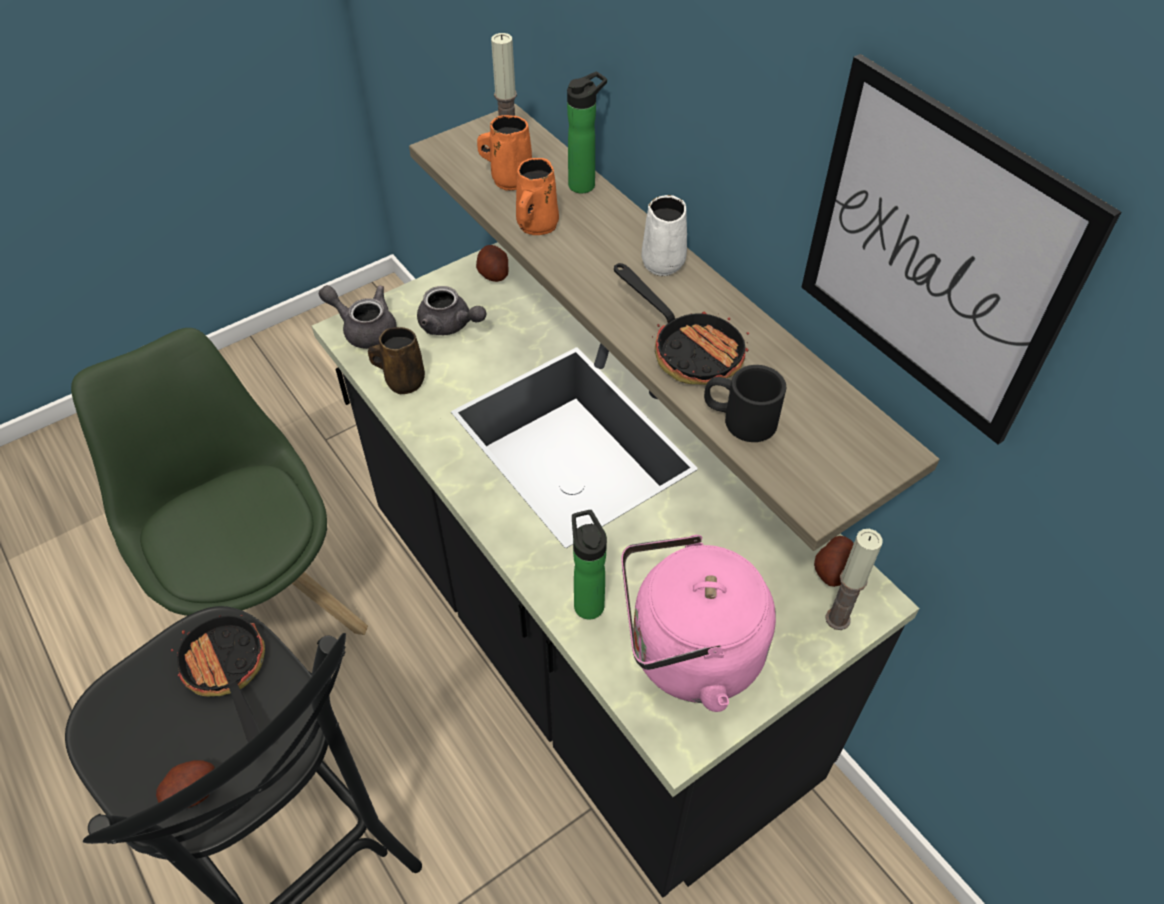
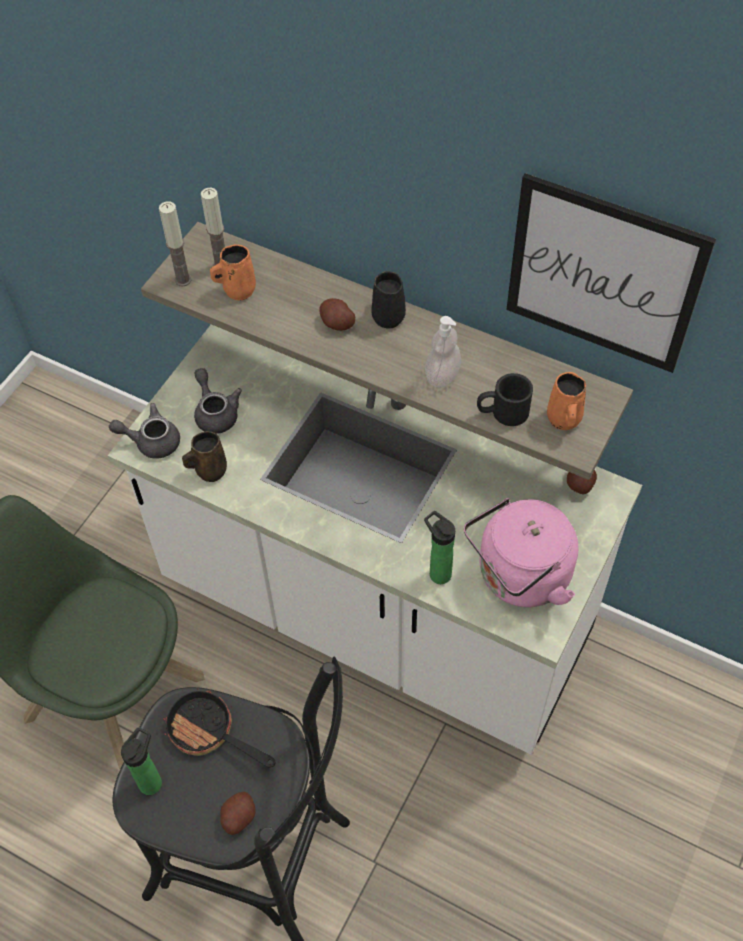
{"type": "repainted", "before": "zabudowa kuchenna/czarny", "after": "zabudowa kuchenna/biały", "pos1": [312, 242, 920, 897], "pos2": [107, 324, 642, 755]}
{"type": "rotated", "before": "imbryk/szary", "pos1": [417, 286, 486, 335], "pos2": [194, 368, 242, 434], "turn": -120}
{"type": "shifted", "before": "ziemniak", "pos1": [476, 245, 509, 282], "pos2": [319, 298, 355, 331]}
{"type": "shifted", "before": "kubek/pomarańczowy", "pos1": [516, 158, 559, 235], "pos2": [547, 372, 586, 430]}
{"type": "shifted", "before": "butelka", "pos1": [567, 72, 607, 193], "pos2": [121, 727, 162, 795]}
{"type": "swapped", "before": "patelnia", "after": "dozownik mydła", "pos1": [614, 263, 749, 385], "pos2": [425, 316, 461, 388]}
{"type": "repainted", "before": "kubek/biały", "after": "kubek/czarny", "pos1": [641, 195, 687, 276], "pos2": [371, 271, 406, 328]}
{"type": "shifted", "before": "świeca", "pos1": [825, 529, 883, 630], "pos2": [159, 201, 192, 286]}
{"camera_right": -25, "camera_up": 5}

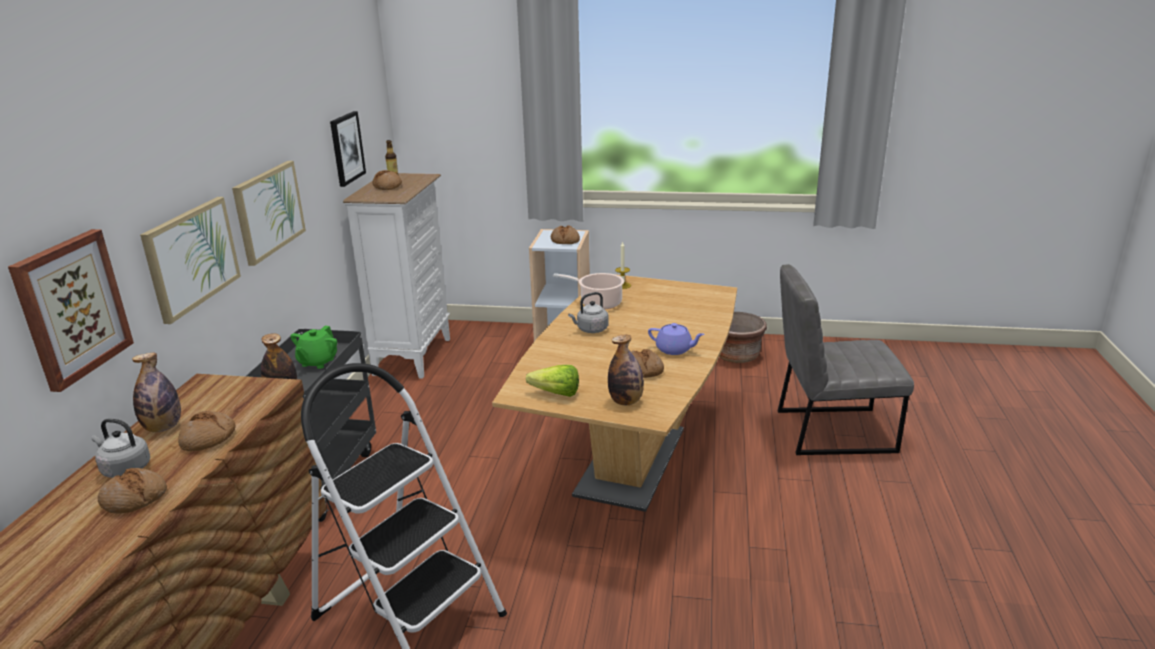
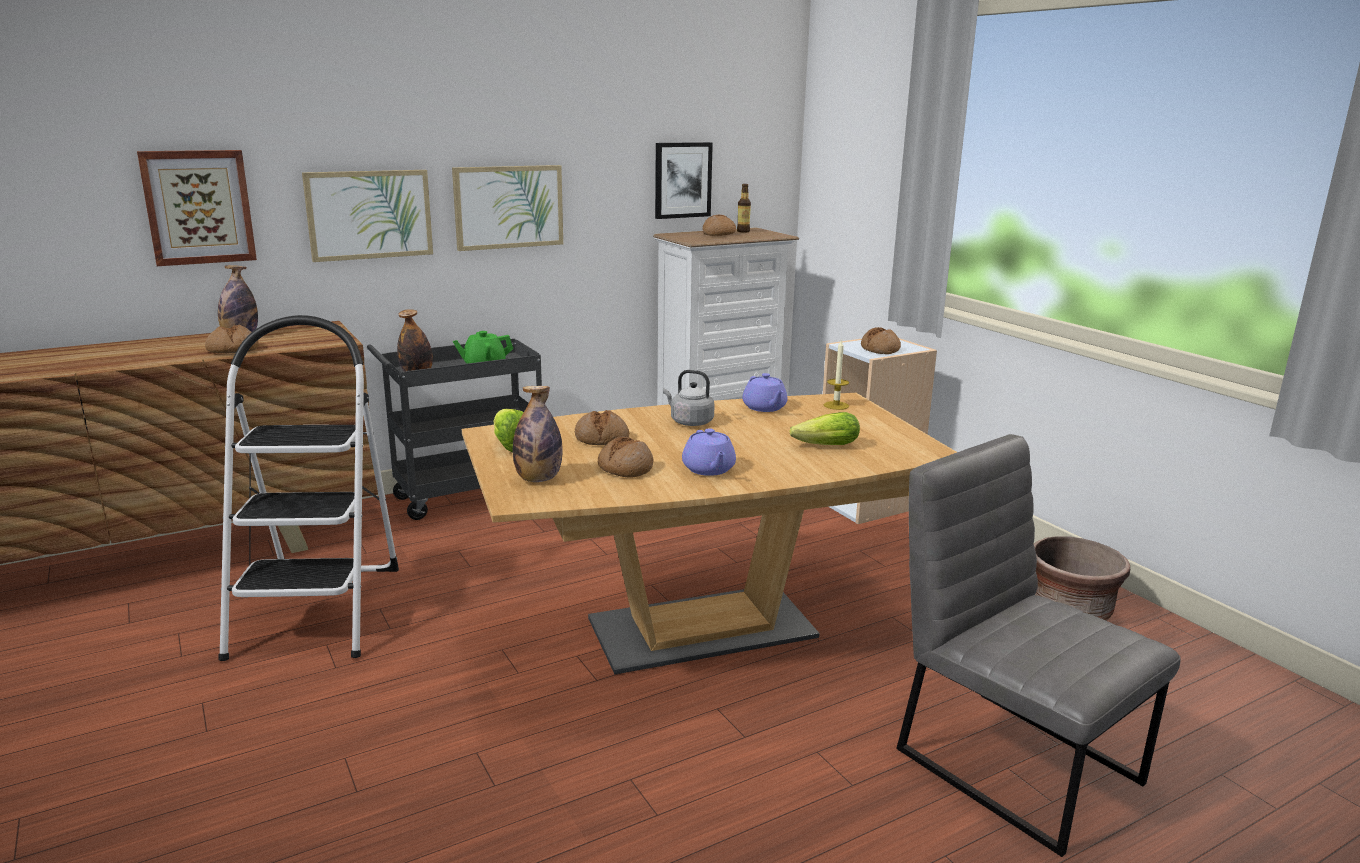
{"type": "gone", "before": "czajnik/szary", "pos1": [92, 418, 150, 478]}
{"type": "shifted", "before": "chleb", "pos1": [98, 468, 167, 513], "pos2": [574, 410, 629, 445]}
{"type": "swapped", "before": "garnek", "after": "imbryk/fioletowy", "pos1": [553, 273, 624, 309], "pos2": [742, 373, 788, 412]}
{"type": "new", "after": "sałata", "pos2": [790, 412, 860, 445]}
{"camera_right": 50, "camera_up": -5}

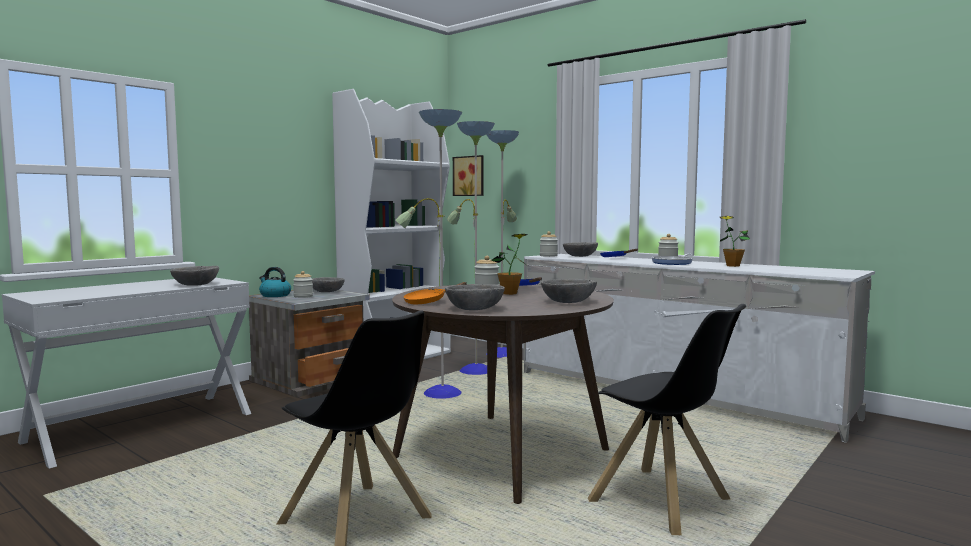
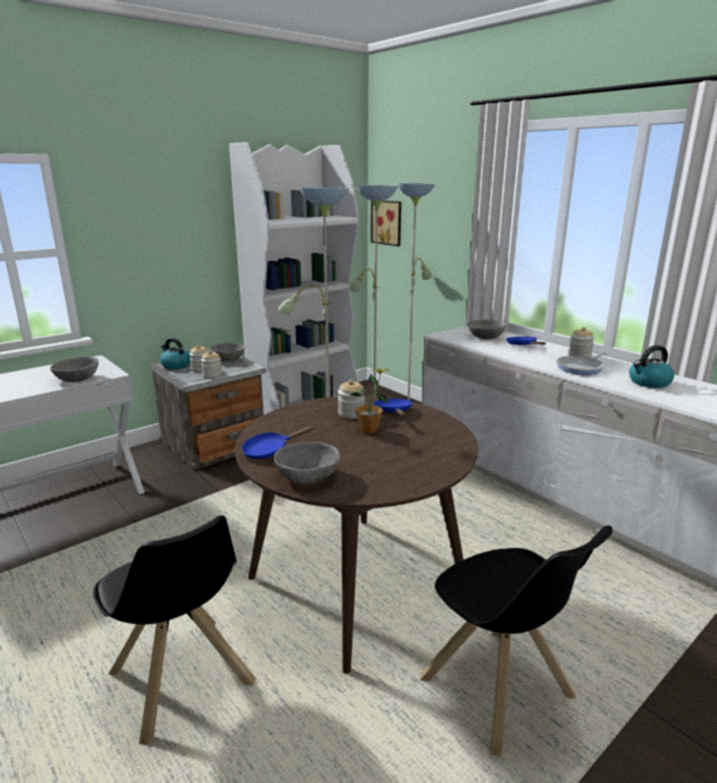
{"type": "repainted", "before": "patelnia/pomarańczowy", "after": "patelnia/niebieski", "pos1": [403, 282, 467, 304], "pos2": [241, 425, 316, 459]}
{"type": "shifted", "before": "słoik", "pos1": [540, 231, 558, 257], "pos2": [201, 350, 222, 379]}
{"type": "gone", "before": "miska/szary", "pos1": [541, 279, 597, 303]}
{"type": "swapped", "before": "roślina doniczkowa", "after": "czajnik", "pos1": [720, 216, 750, 267], "pos2": [629, 345, 674, 388]}
{"camera_right": 10, "camera_up": 15}

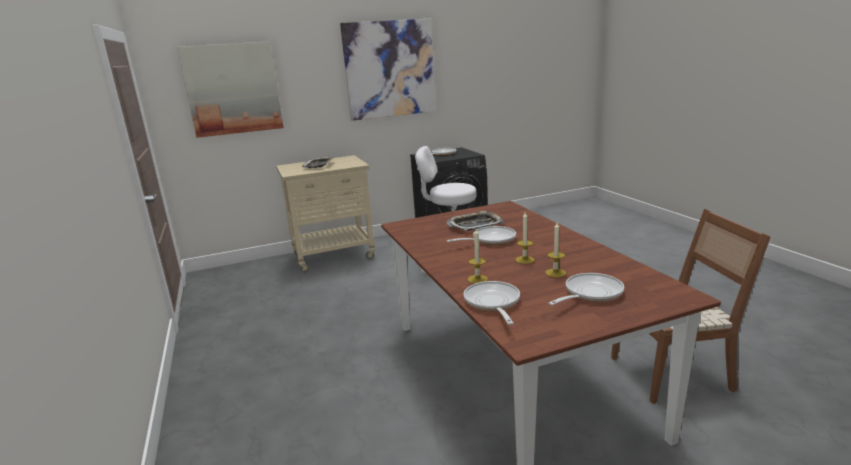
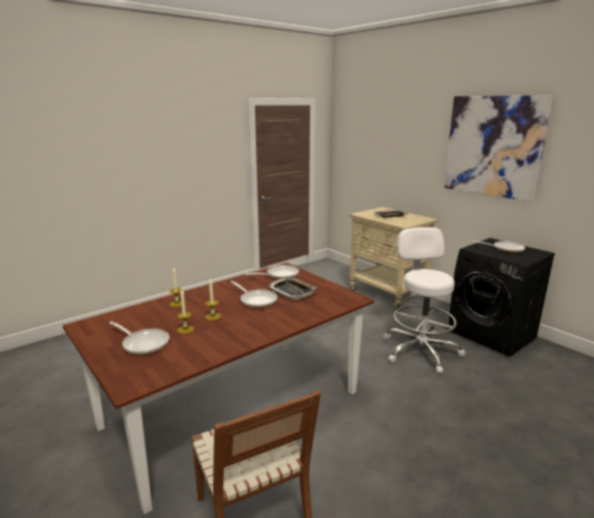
{"type": "gone", "before": "obraz", "pos1": [177, 41, 284, 138]}
{"type": "shifted", "before": "patelnia", "pos1": [464, 281, 520, 325], "pos2": [245, 265, 299, 279]}
{"camera_right": 70, "camera_up": 0}

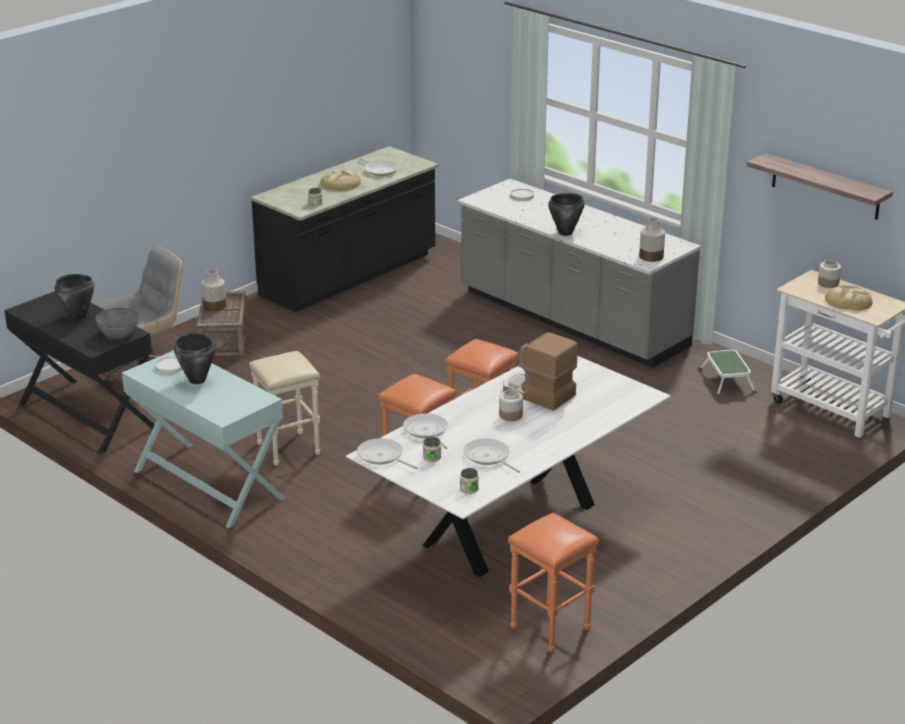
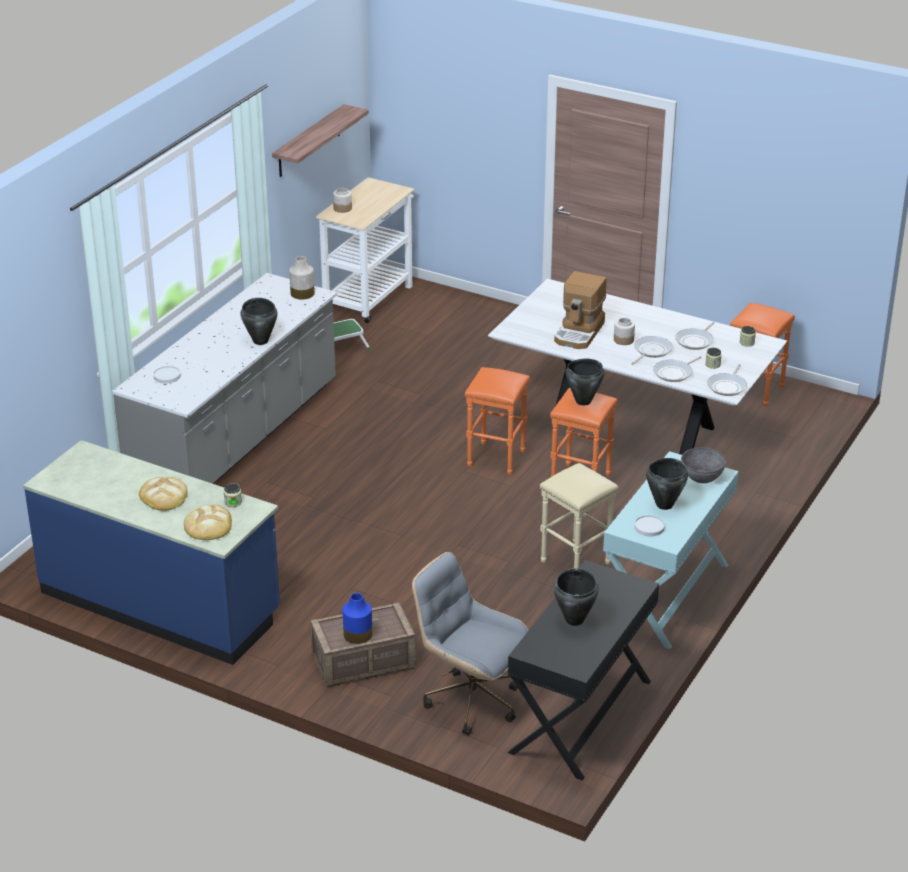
{"type": "shifted", "before": "miska/szary", "pos1": [95, 308, 139, 339], "pos2": [681, 447, 727, 483]}
{"type": "repainted", "before": "wazon/beżowy", "after": "wazon/niebieski", "pos1": [201, 269, 226, 311], "pos2": [343, 593, 372, 644]}
{"type": "repainted", "before": "zabudowa kuchenna/czarny", "after": "zabudowa kuchenna/niebieski", "pos1": [251, 146, 439, 312], "pos2": [23, 440, 280, 665]}
{"type": "shifted", "before": "patelnia", "pos1": [359, 158, 398, 176], "pos2": [631, 336, 673, 365]}
{"type": "shifted", "before": "chleb", "pos1": [825, 284, 873, 310], "pos2": [184, 505, 232, 540]}
{"type": "new", "after": "garnek/czarny", "pos2": [565, 359, 604, 405]}
{"camera_right": -105, "camera_up": 5}

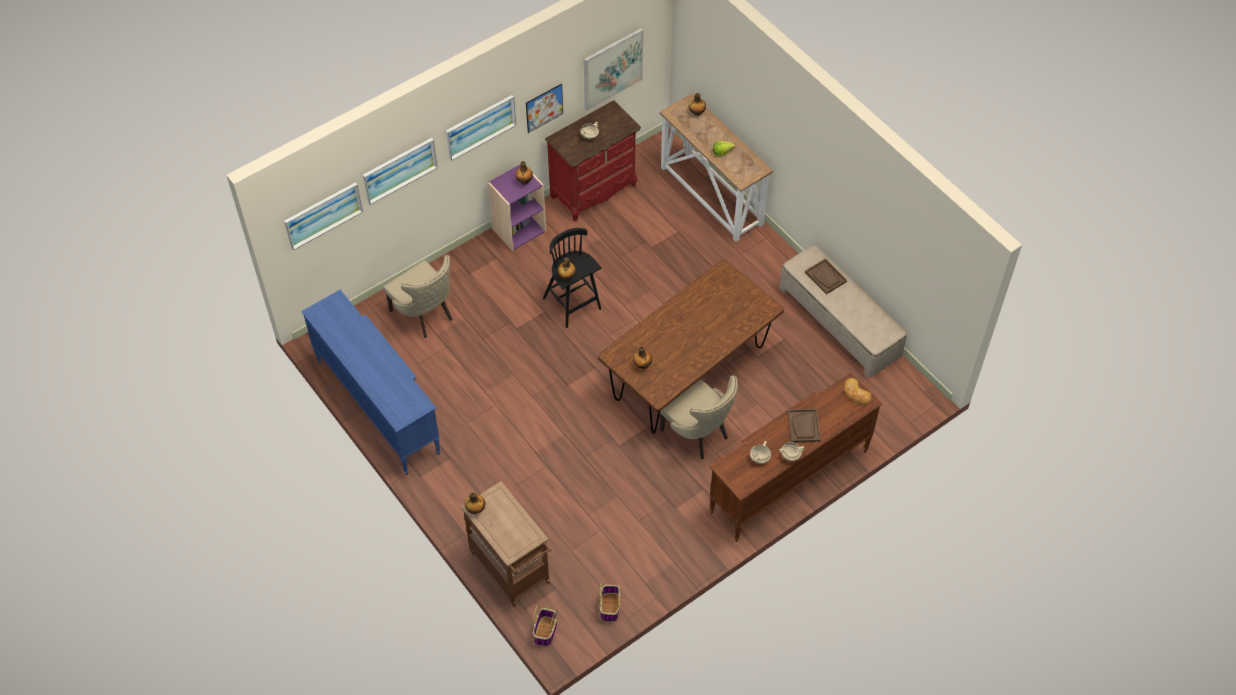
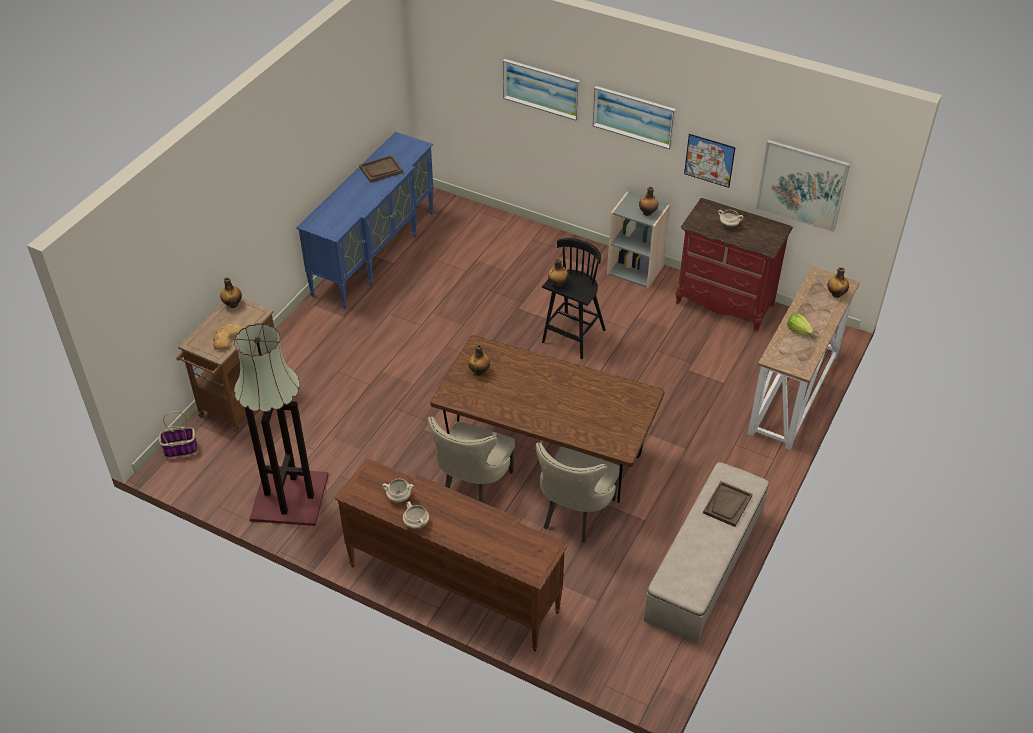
{"type": "gone", "before": "obraz", "pos1": [284, 182, 363, 250]}
{"type": "shifted", "before": "krzesło/beżowy", "pos1": [384, 255, 453, 338], "pos2": [535, 442, 620, 542]}
{"type": "repainted", "before": "regał/fioletowy", "after": "regał/szary", "pos1": [488, 164, 546, 251], "pos2": [607, 191, 670, 288]}
{"type": "gone", "before": "koszyk", "pos1": [599, 583, 620, 622]}
{"type": "shifted", "before": "taca/brązowy", "pos1": [787, 408, 821, 443], "pos2": [359, 155, 403, 183]}
{"type": "shifted", "before": "chleb", "pos1": [844, 378, 871, 405], "pos2": [213, 324, 242, 350]}
{"type": "new", "after": "lampa stojąca", "pos2": [234, 323, 328, 526]}
{"camera_right": 65, "camera_up": -10}

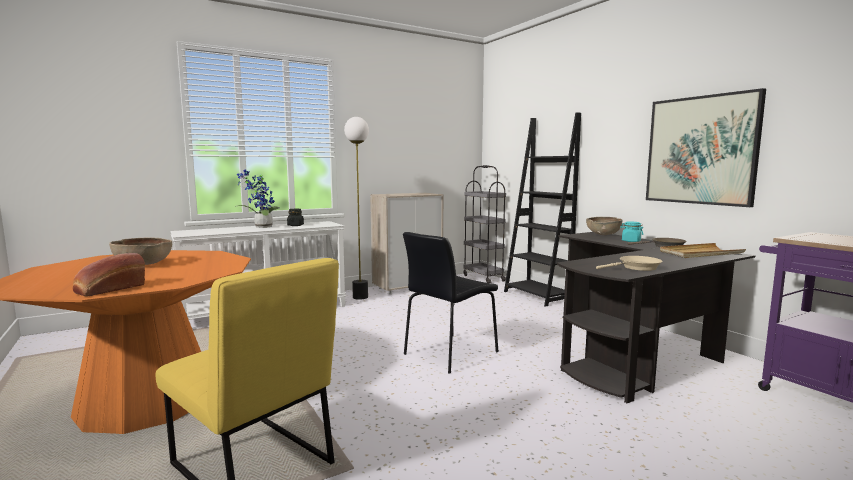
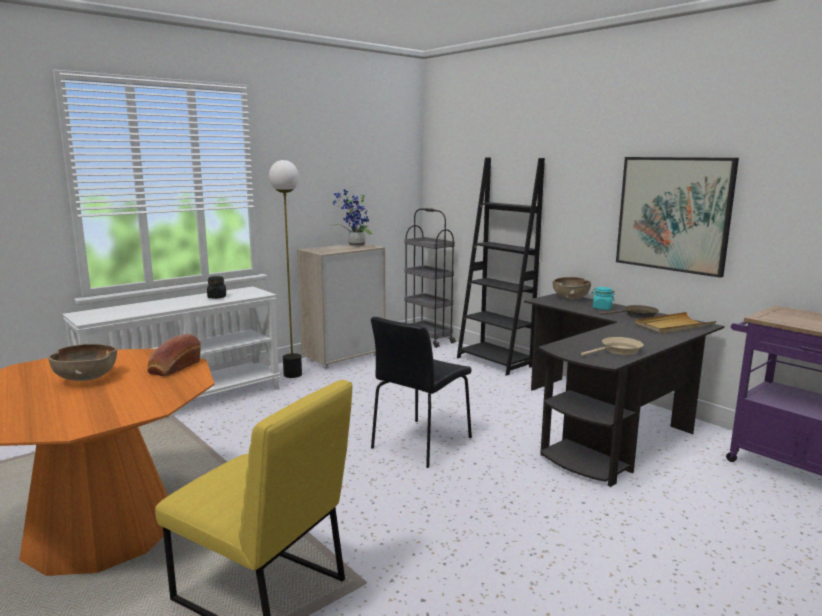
{"type": "shifted", "before": "chleb", "pos1": [72, 253, 145, 296], "pos2": [147, 334, 201, 376]}
{"type": "shifted", "before": "roślina doniczkowa", "pos1": [235, 170, 279, 228], "pos2": [331, 189, 372, 246]}
{"camera_right": -10, "camera_up": 5}

